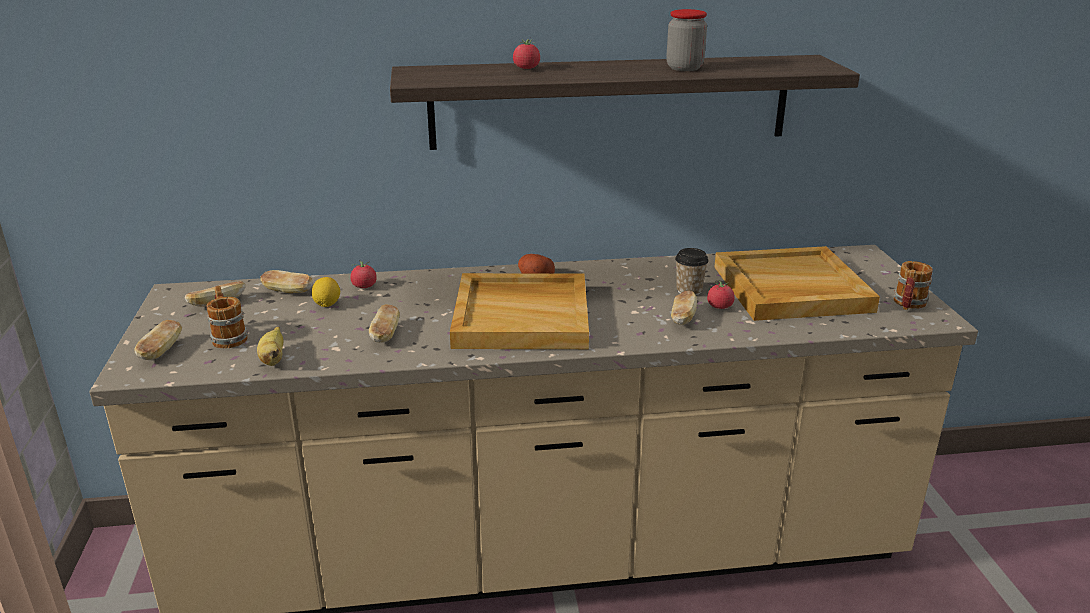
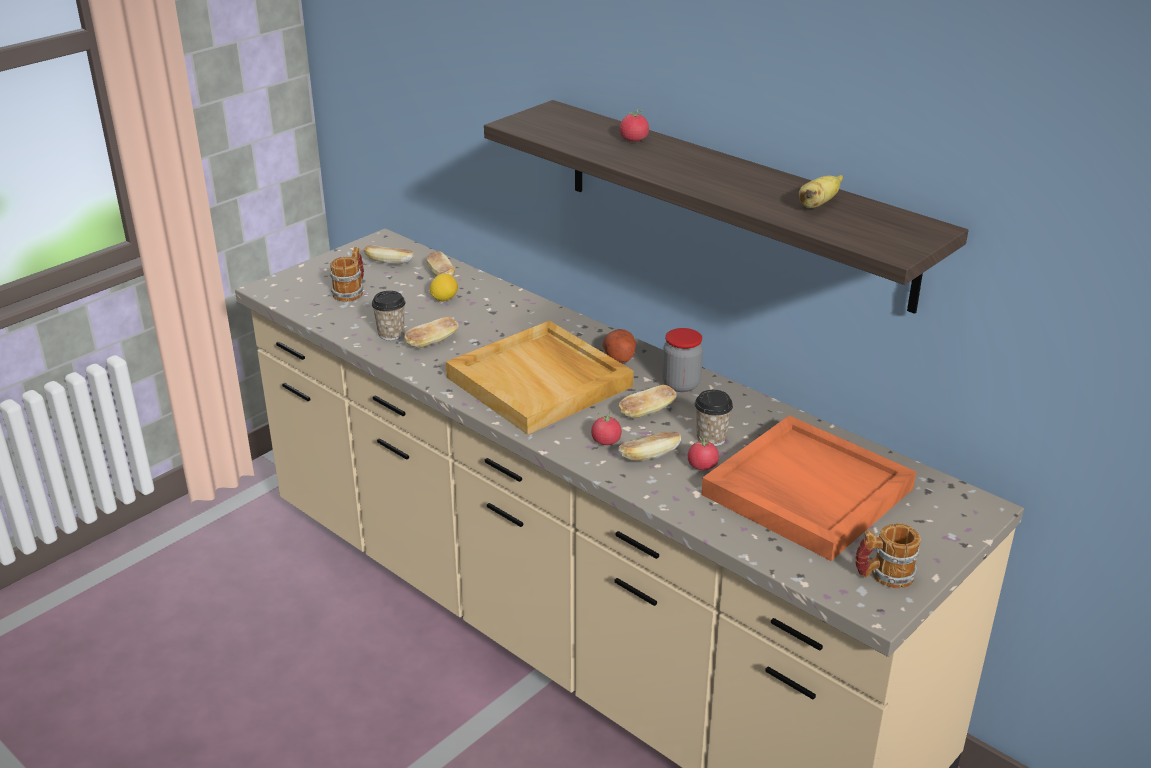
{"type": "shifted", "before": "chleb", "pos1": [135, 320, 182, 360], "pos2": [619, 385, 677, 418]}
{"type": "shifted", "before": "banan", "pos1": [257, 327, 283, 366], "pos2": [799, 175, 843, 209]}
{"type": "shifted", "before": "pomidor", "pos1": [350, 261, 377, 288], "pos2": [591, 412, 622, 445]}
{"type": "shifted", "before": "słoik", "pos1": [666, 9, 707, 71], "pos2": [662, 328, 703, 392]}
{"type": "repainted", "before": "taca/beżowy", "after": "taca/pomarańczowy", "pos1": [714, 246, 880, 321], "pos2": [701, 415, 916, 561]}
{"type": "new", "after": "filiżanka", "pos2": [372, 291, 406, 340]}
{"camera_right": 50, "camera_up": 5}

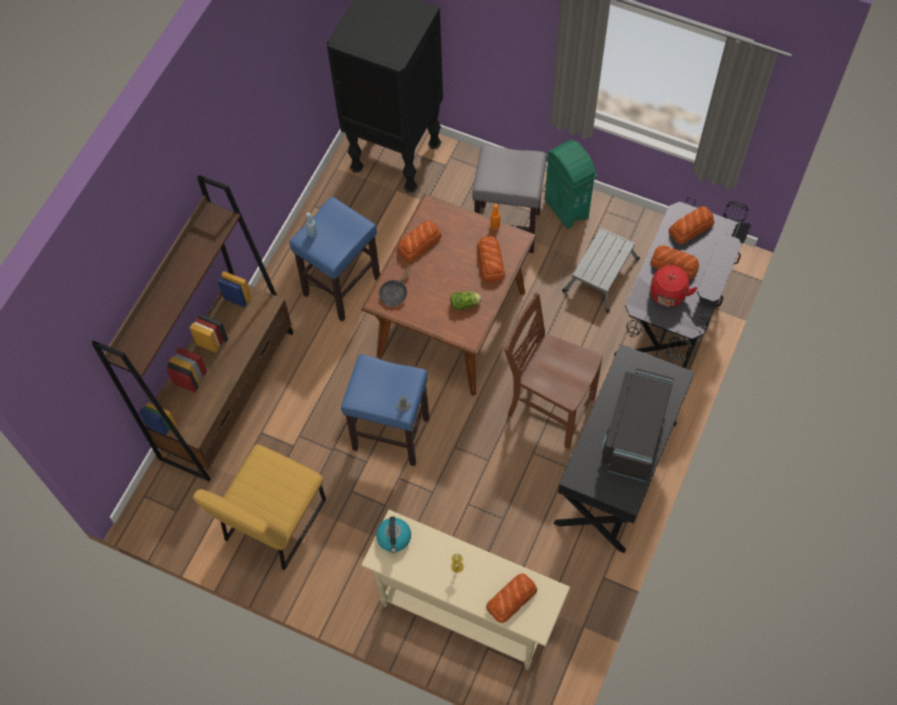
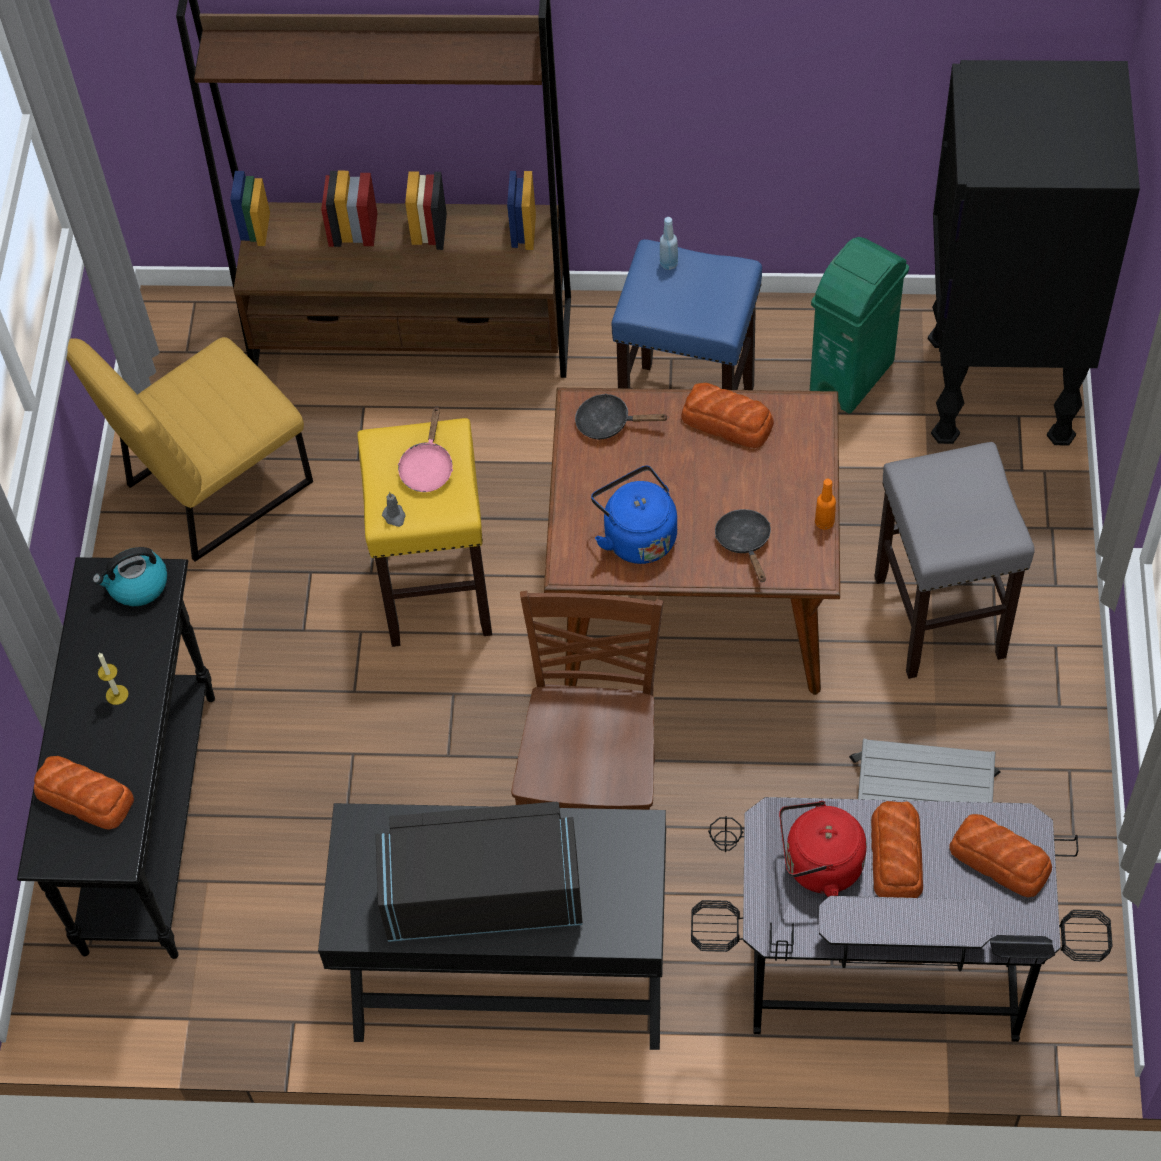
{"type": "rotated", "before": "krzesło/żółty", "pos1": [193, 444, 326, 570], "pos2": [66, 337, 313, 562], "turn": -45}
{"type": "repainted", "before": "stołek/niebieski", "after": "stołek/żółty", "pos1": [341, 354, 429, 466], "pos2": [357, 418, 492, 647]}
{"type": "repainted", "before": "stolik konsolowy/beżowy", "after": "stolik konsolowy/czarny", "pos1": [361, 510, 570, 670], "pos2": [17, 557, 215, 959]}
{"type": "swapped", "before": "sałata", "after": "czajnik/niebieski", "pos1": [450, 292, 482, 310], "pos2": [591, 466, 677, 564]}
{"type": "swapped", "before": "chleb", "after": "patelnia/czarny", "pos1": [477, 236, 505, 282], "pos2": [715, 509, 771, 582]}
{"type": "shifted", "before": "kosz na śmieci/zielony", "pos1": [545, 140, 597, 229], "pos2": [810, 237, 909, 413]}
{"type": "new", "after": "patelnia/różowy", "pos2": [398, 407, 453, 492]}
{"camera_right": 70, "camera_up": -5}

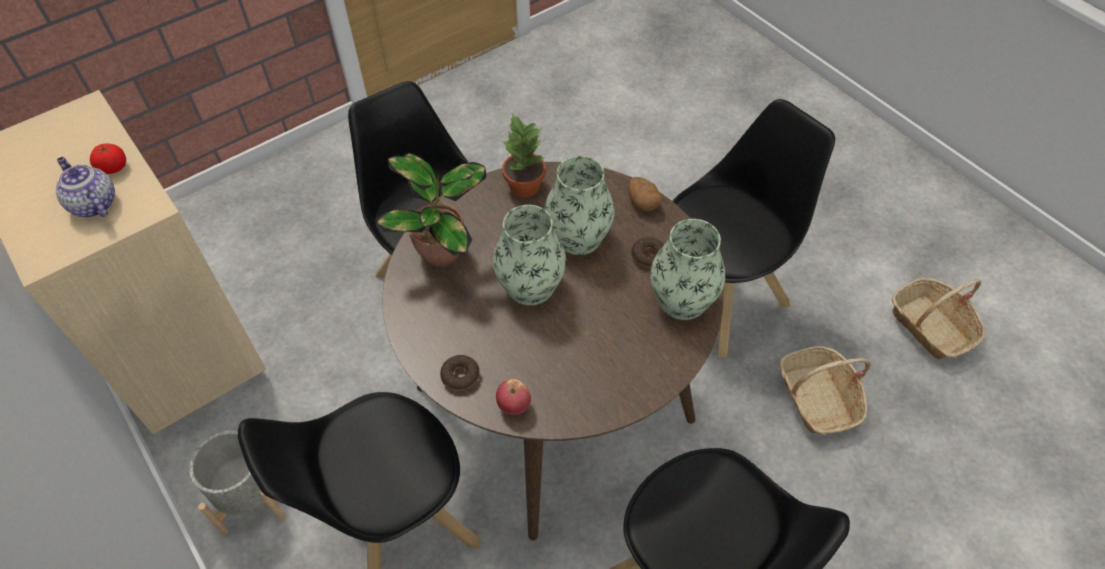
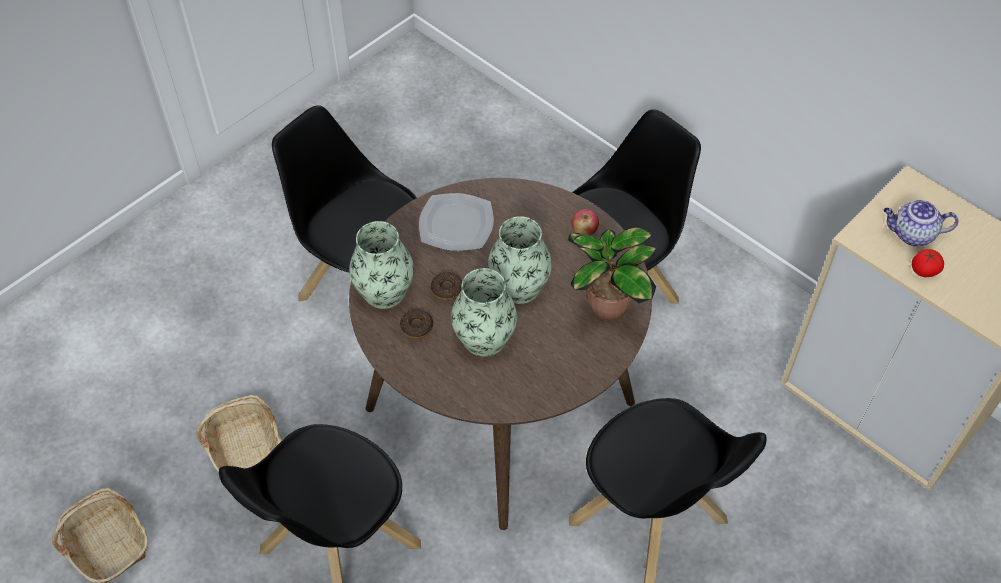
{"type": "rotated", "before": "imbryk", "pos1": [56, 157, 115, 218], "pos2": [883, 200, 959, 246], "turn": 150}
{"type": "gone", "before": "donica/szary", "pos1": [189, 431, 286, 535]}
{"type": "shifted", "before": "donut", "pos1": [440, 355, 480, 391], "pos2": [431, 272, 462, 301]}
{"type": "shifted", "before": "jabłko", "pos1": [496, 379, 531, 416], "pos2": [571, 209, 599, 235]}
{"type": "gone", "before": "roślina doniczkowa", "pos1": [502, 113, 546, 197]}
{"type": "gone", "before": "ziemniak", "pos1": [628, 177, 662, 211]}
{"type": "new", "after": "talerz", "pos2": [419, 193, 494, 251]}
{"camera_right": 170, "camera_up": 0}

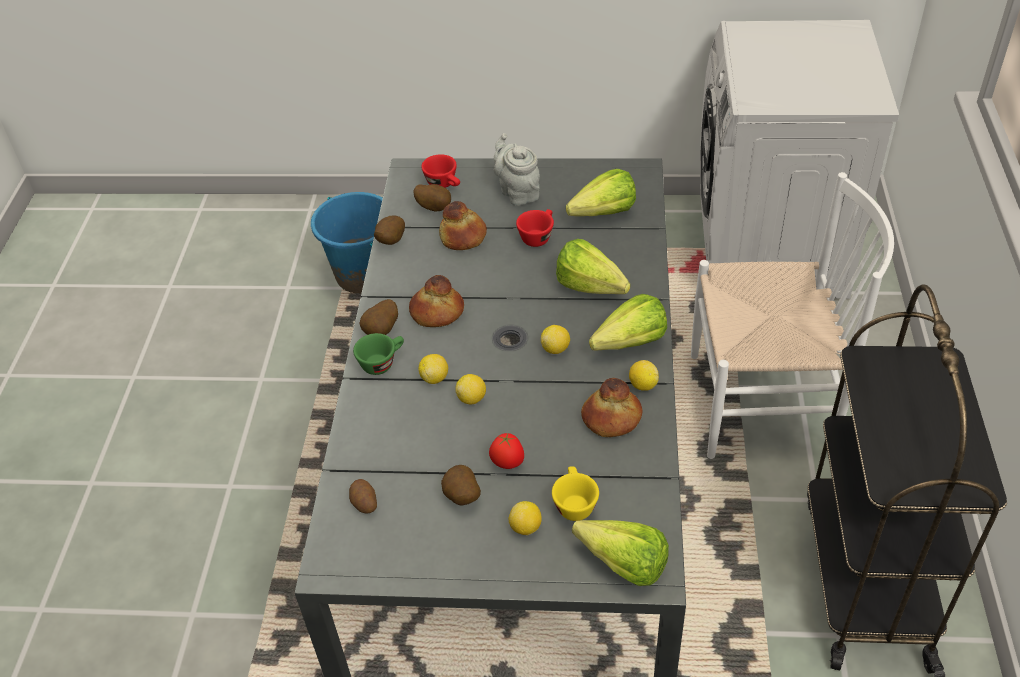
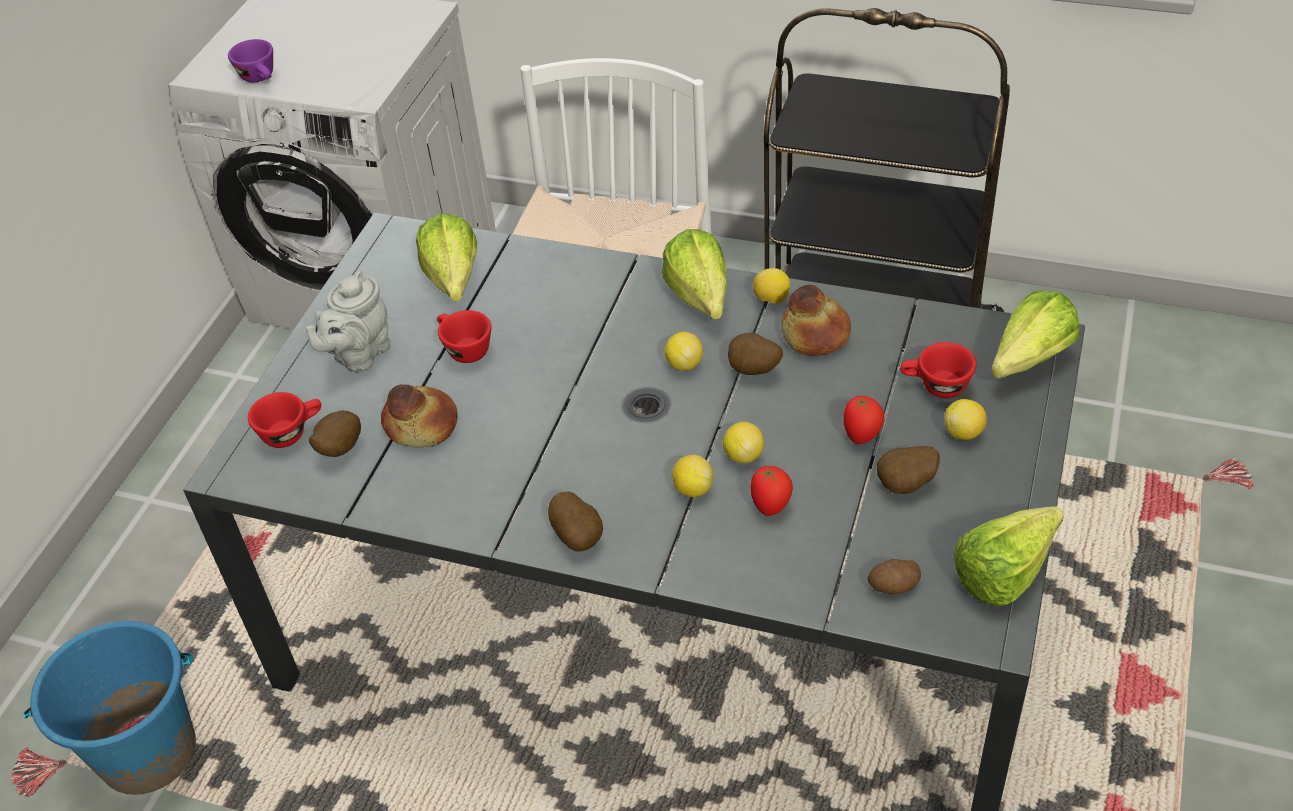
{"type": "gone", "before": "filiżanka/zielony", "pos1": [353, 333, 404, 375]}
{"type": "shifted", "before": "ziemniak", "pos1": [374, 216, 405, 245], "pos2": [728, 333, 783, 375]}
{"type": "gone", "before": "chleb", "pos1": [409, 275, 464, 327]}
{"type": "rotated", "before": "imbryk/szary", "pos1": [494, 133, 540, 206], "pos2": [306, 271, 390, 373], "turn": -45}
{"type": "repainted", "before": "filiżanka/żółty", "after": "filiżanka/czerwony", "pos1": [552, 466, 599, 521], "pos2": [900, 342, 976, 398]}
{"type": "shifted", "before": "sałata", "pos1": [556, 239, 630, 294], "pos2": [954, 507, 1064, 607]}
{"type": "new", "after": "filiżanka/fioletowy", "pos2": [228, 39, 273, 83]}
{"type": "new", "after": "pomidor", "pos2": [751, 464, 793, 516]}
{"camera_right": -75, "camera_up": 0}

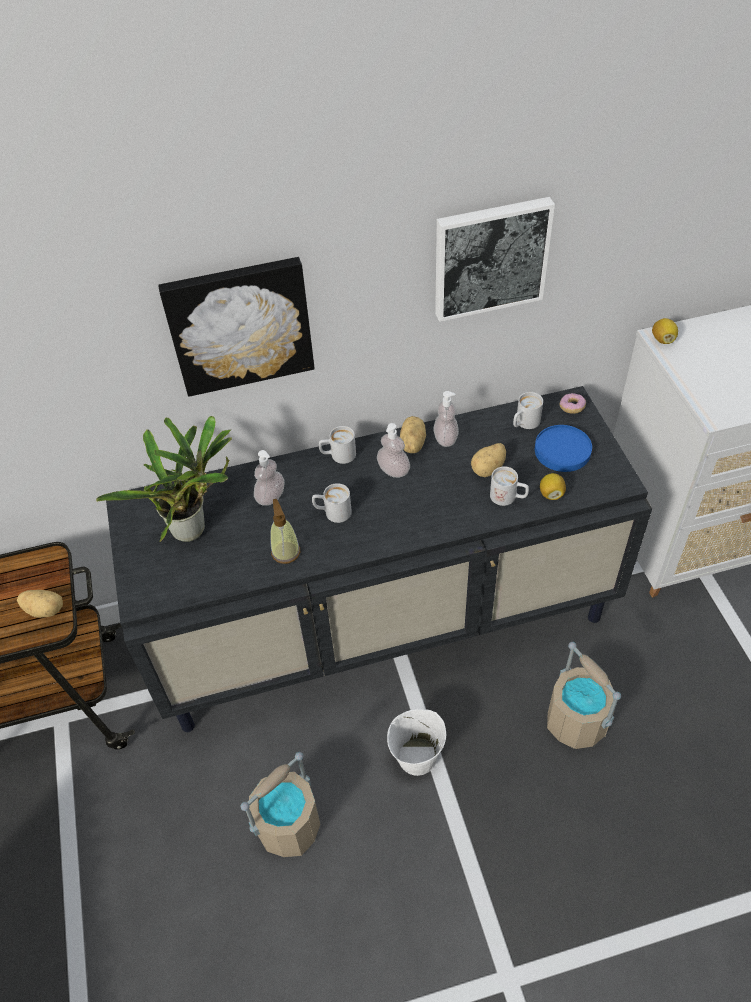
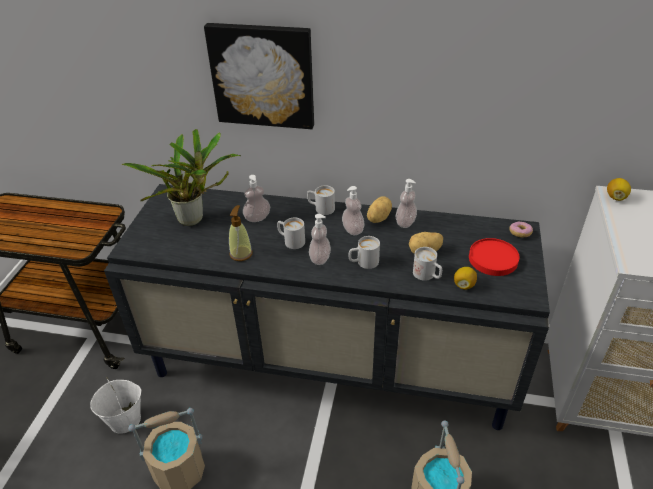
{"type": "gone", "before": "ziemniak", "pos1": [17, 590, 63, 618]}
{"type": "shifted", "before": "wiadro/biały", "pos1": [387, 709, 447, 776], "pos2": [90, 378, 141, 434]}
{"type": "gone", "before": "obraz", "pos1": [435, 197, 555, 322]}
{"type": "shifted", "before": "kubek/biały", "pos1": [513, 392, 543, 429], "pos2": [348, 236, 380, 269]}
{"type": "repainted", "before": "talerz/niebieski", "after": "talerz/czerwony", "pos1": [535, 425, 592, 472], "pos2": [469, 238, 519, 276]}
{"type": "new", "after": "dozownik mydła", "pos2": [309, 214, 331, 265]}
{"camera_right": 25, "camera_up": -10}

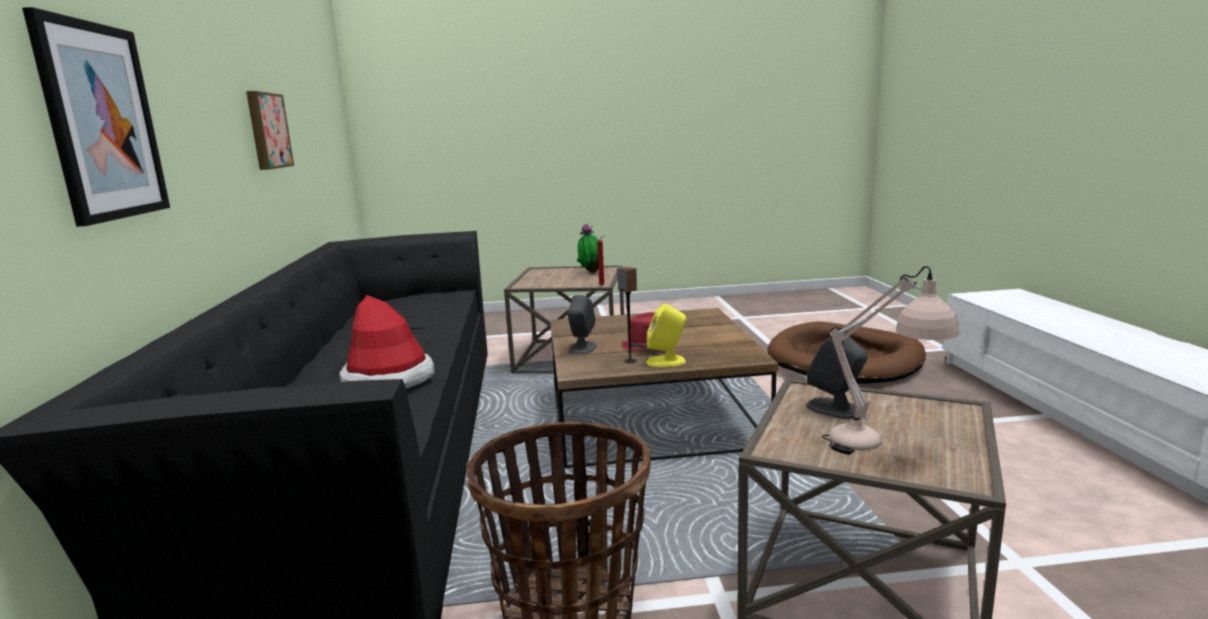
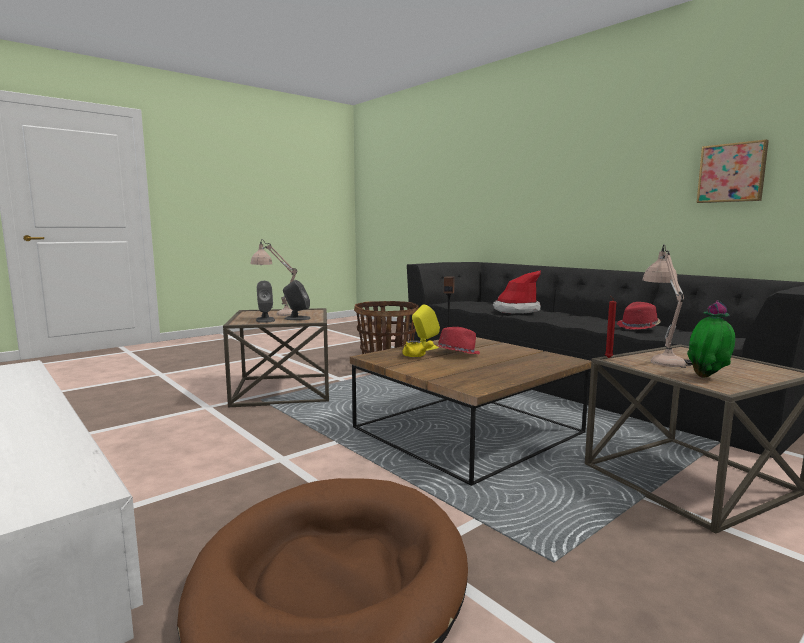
{"type": "gone", "before": "obraz", "pos1": [22, 7, 170, 227]}
{"type": "shifted", "before": "głośnik/szary", "pos1": [568, 295, 597, 354], "pos2": [256, 281, 275, 323]}
{"type": "new", "after": "imbryk/żółty", "pos2": [402, 340, 434, 357]}
{"type": "new", "after": "kapelusz/czerwony", "pos2": [617, 302, 661, 330]}
{"type": "new", "after": "lampa stołowa/beżowy", "pos2": [643, 244, 693, 368]}
{"camera_right": 145, "camera_up": -5}

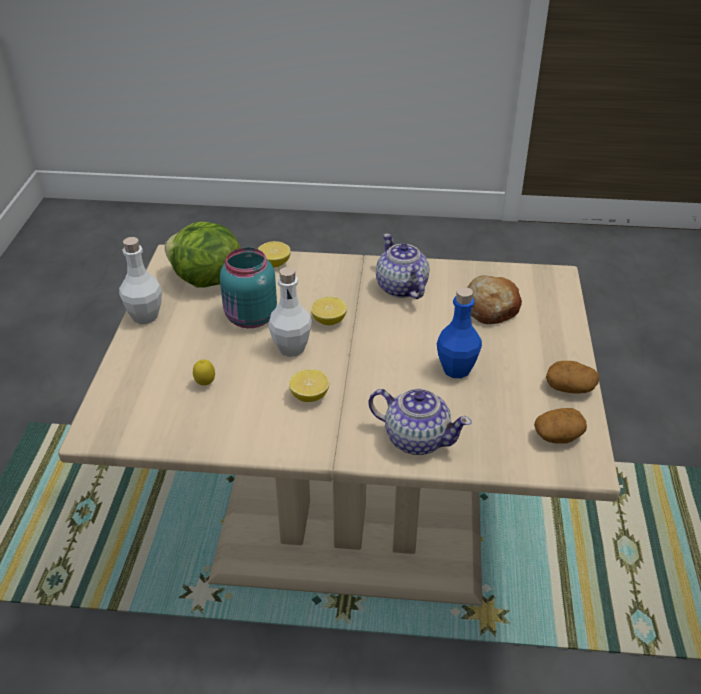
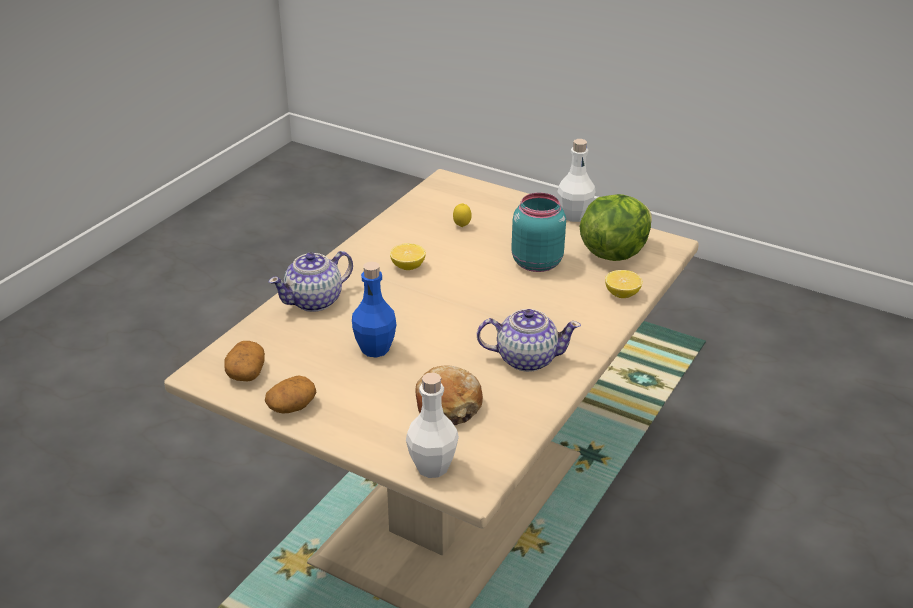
{"type": "shifted", "before": "butelka/biały", "pos1": [269, 267, 312, 357], "pos2": [406, 372, 459, 478]}
{"type": "gone", "before": "cytryna", "pos1": [311, 297, 347, 325]}
{"camera_right": 115, "camera_up": -5}

